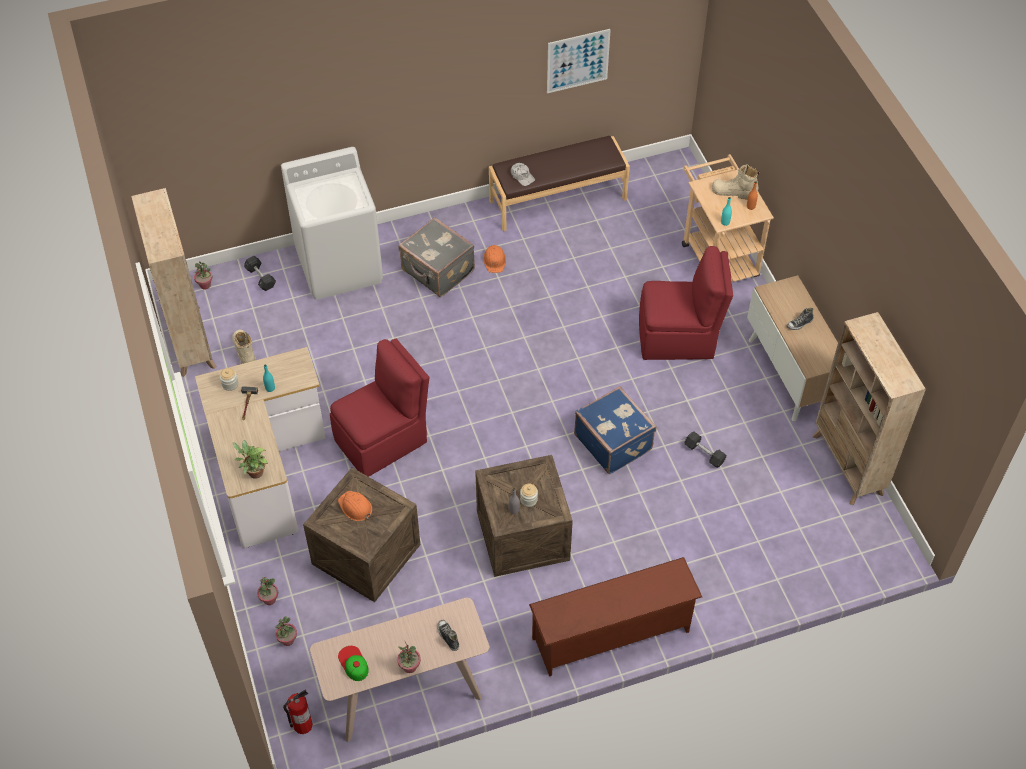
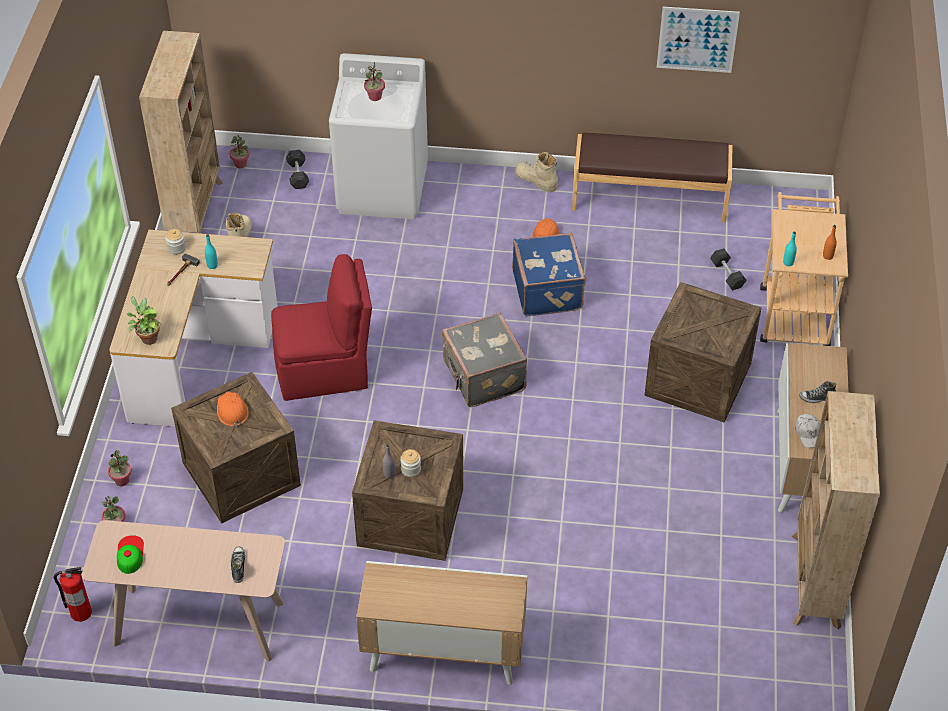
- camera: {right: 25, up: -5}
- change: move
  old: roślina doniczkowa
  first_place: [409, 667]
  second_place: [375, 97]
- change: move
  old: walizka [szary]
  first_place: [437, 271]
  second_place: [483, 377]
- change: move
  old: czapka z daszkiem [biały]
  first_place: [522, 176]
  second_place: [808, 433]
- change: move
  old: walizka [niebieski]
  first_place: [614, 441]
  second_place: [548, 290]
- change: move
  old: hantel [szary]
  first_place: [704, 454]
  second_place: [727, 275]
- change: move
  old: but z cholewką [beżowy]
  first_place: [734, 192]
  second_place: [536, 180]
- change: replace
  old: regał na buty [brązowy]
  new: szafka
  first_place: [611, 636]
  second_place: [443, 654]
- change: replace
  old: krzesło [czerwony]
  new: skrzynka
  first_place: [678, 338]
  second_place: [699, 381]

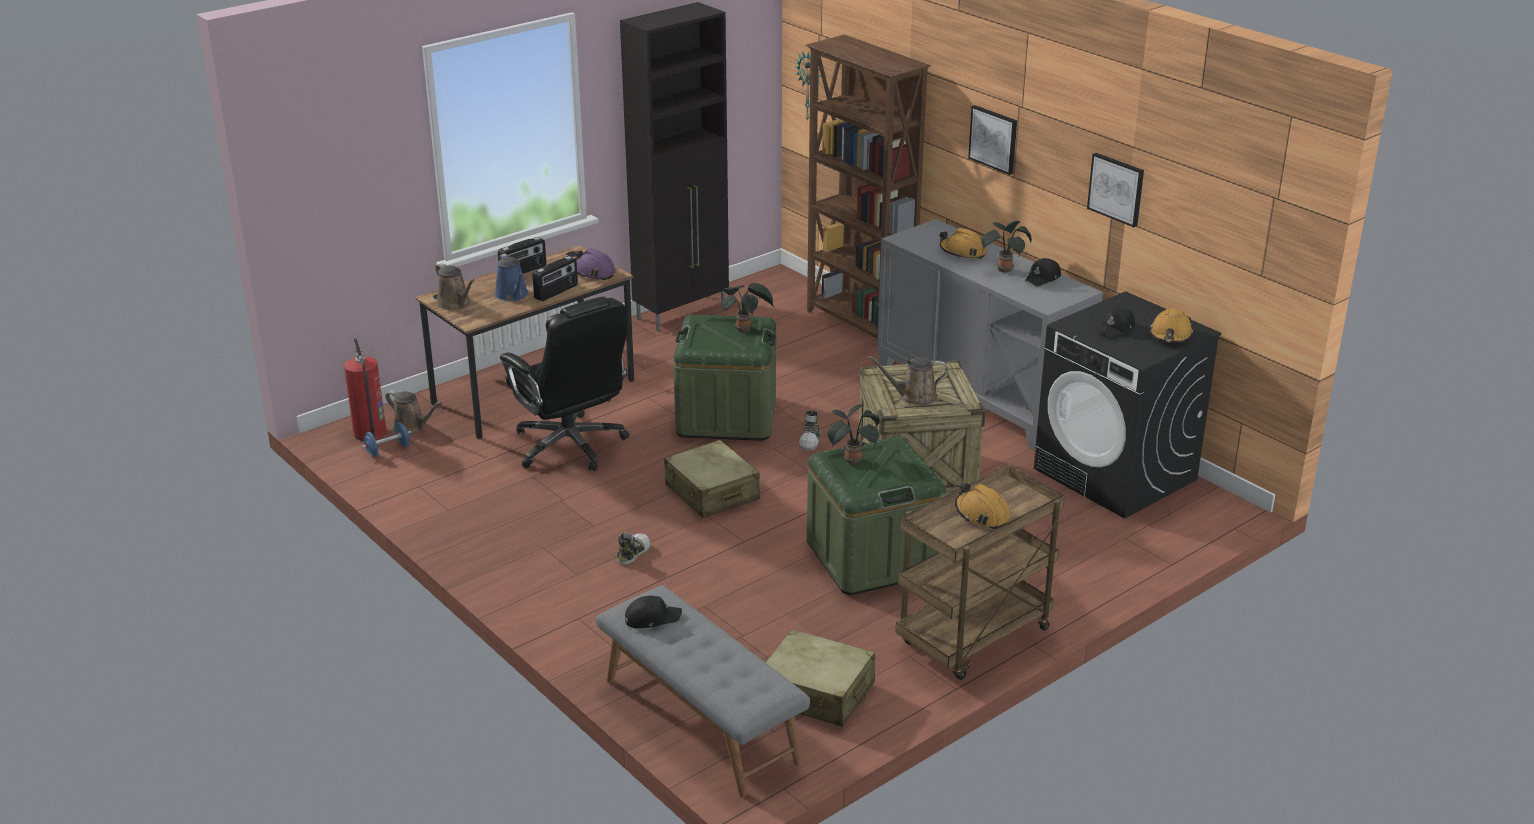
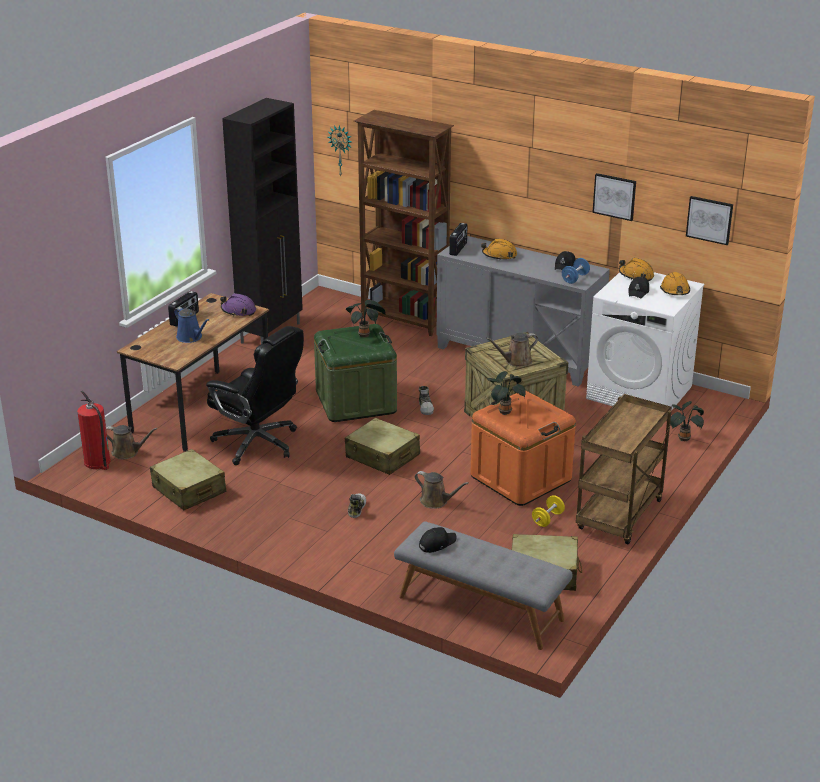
- camera: {right: -20, up: 0}
- change: insert
  new: walizka [beżowy]
  second_place: [189, 490]
- change: insert
  new: hantel [żółty]
  second_place: [547, 519]
- change: move
  old: hantel [niebieski]
  first_place: [388, 450]
  second_place: [575, 278]
- change: move
  old: konewka [brązowy]
  first_place: [455, 304]
  second_place: [436, 501]
- change: move
  old: radio
  first_place: [556, 292]
  second_place: [458, 249]
- change: move
  old: kask [pomarańczowy]
  first_place: [981, 514]
  second_place: [636, 275]
- change: move
  old: obraz
  first_place: [994, 139]
  second_place: [709, 219]
- change: move
  old: roślina doniczkowa
  first_place: [1004, 269]
  second_place: [683, 438]
- change: recolor
  old: pojemnik do przechowywania [zielony]
  new: pojemnik do przechowywania [pomarańczowy]
  first_place: [872, 558]
  second_place: [521, 478]
- change: recolor
  old: pralka [czarny]
  new: pralka [biały]
  first_place: [1116, 474]
  second_place: [640, 392]

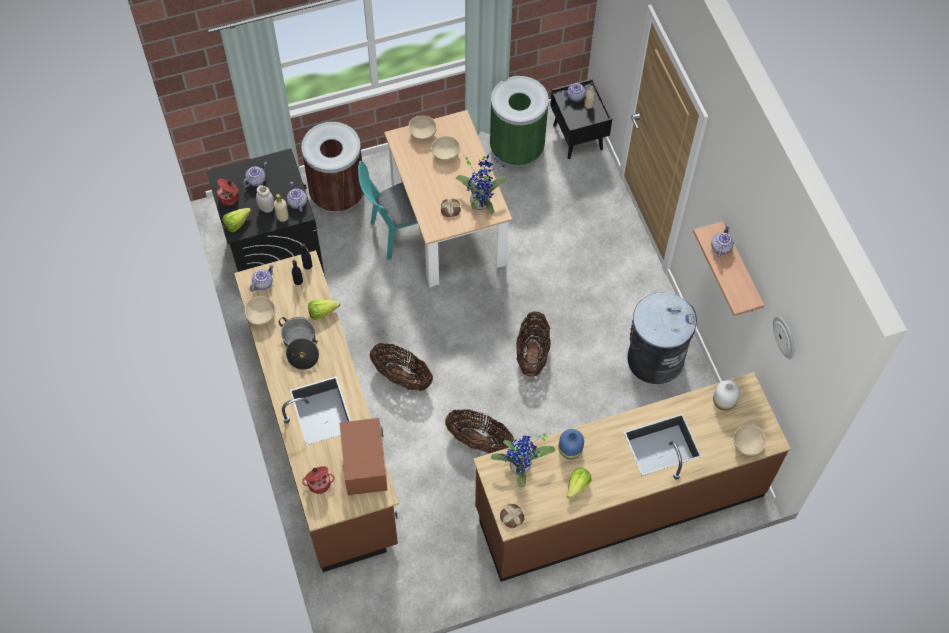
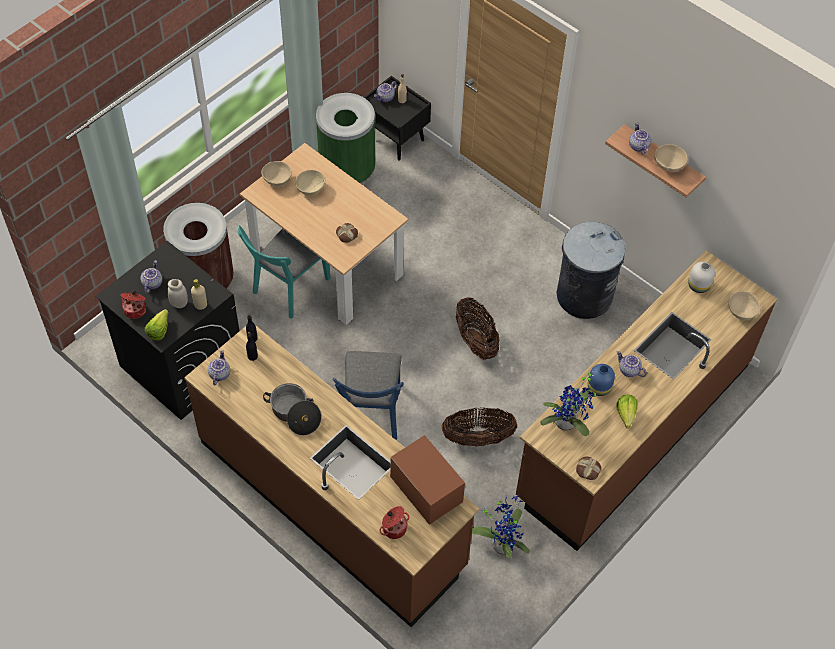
- camera: {right: -30, up: -5}
- change: delete
  old: sałata
  first_place: [325, 312]
- change: delete
  old: zegar ścienny
  first_place: [785, 336]
- change: move
  old: miska [beżowy]
  first_place: [261, 316]
  second_place: [669, 165]
- change: move
  old: imbryk
  first_place: [297, 202]
  second_place: [628, 370]
- change: move
  old: roślina doniczkowa
  first_place: [481, 201]
  second_place: [502, 543]
- change: replace
  old: koszyk
  new: krzesło [niebieski]
  first_place: [402, 376]
  second_place: [371, 415]

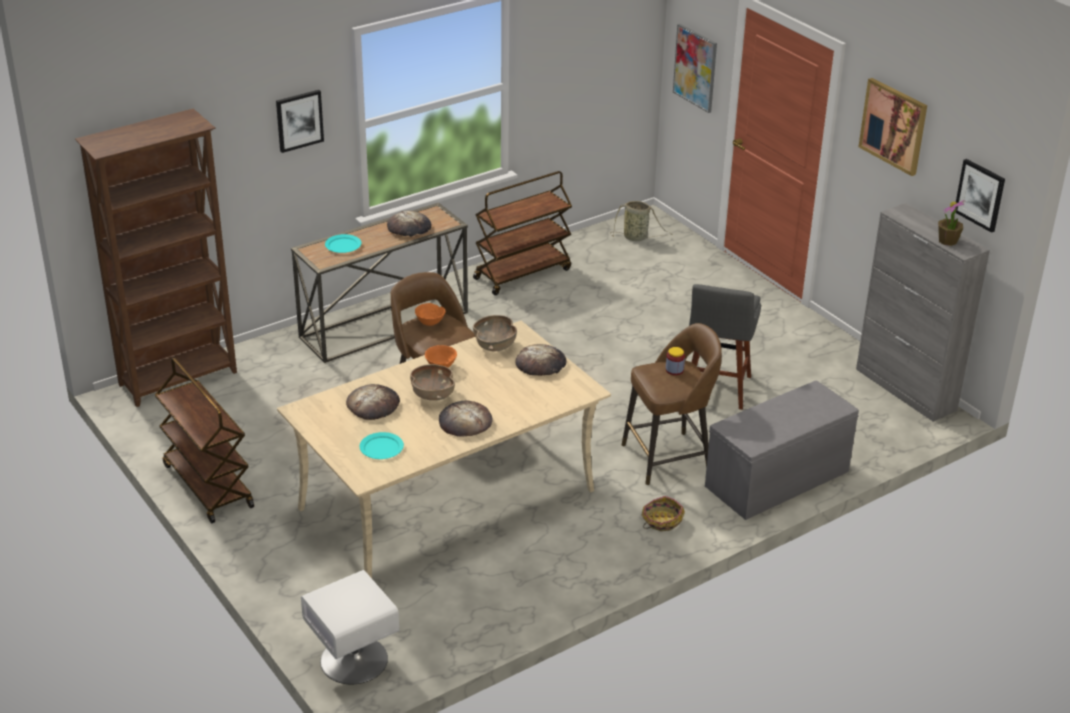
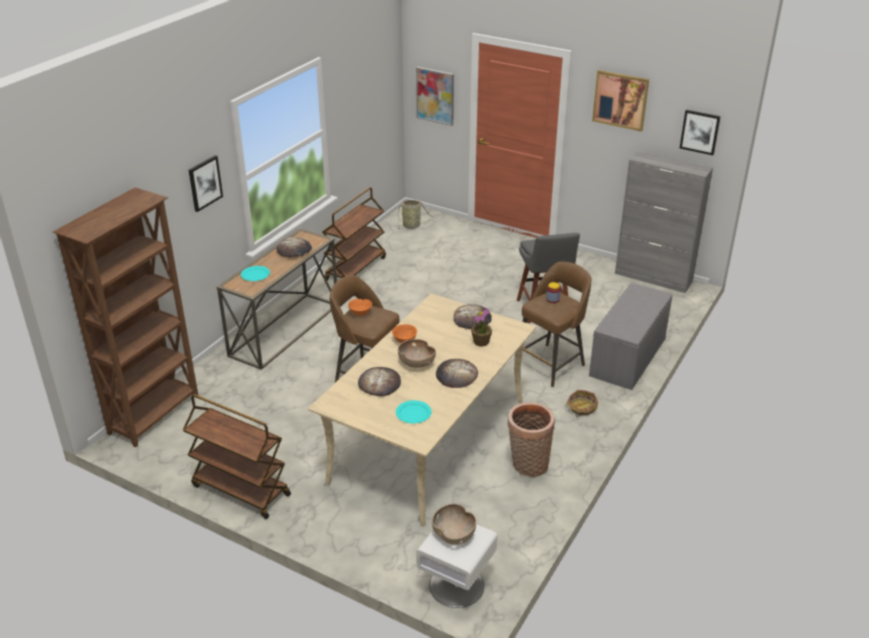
- camera: {right: -25, up: 0}
- change: insert
  new: koszyk
  second_place: [527, 465]
- change: move
  old: miska [brązowy]
  first_place: [495, 345]
  second_place: [454, 534]
- change: move
  old: roślina doniczkowa
  first_place: [947, 241]
  second_place: [481, 342]

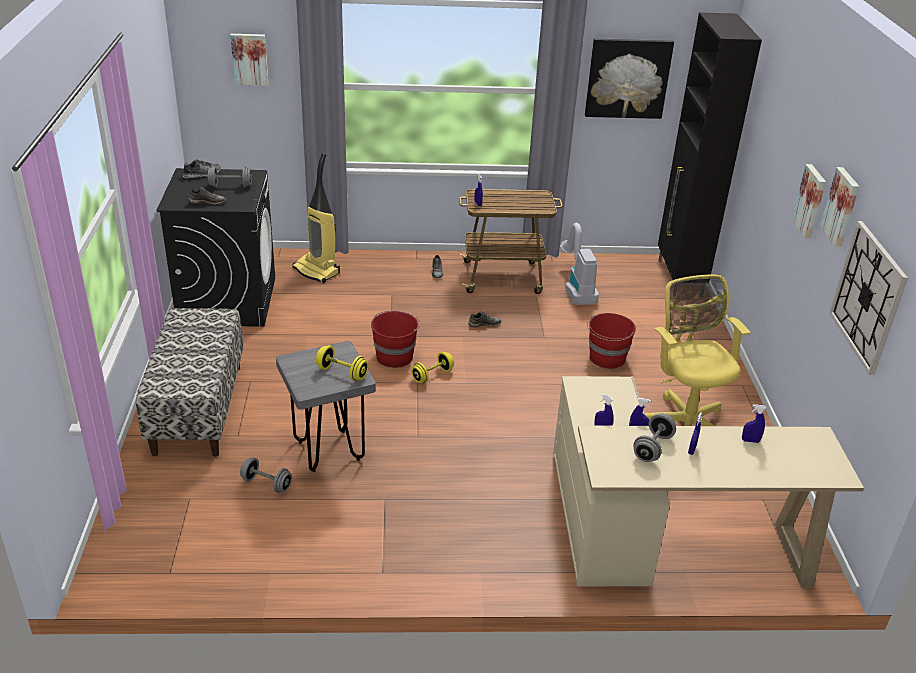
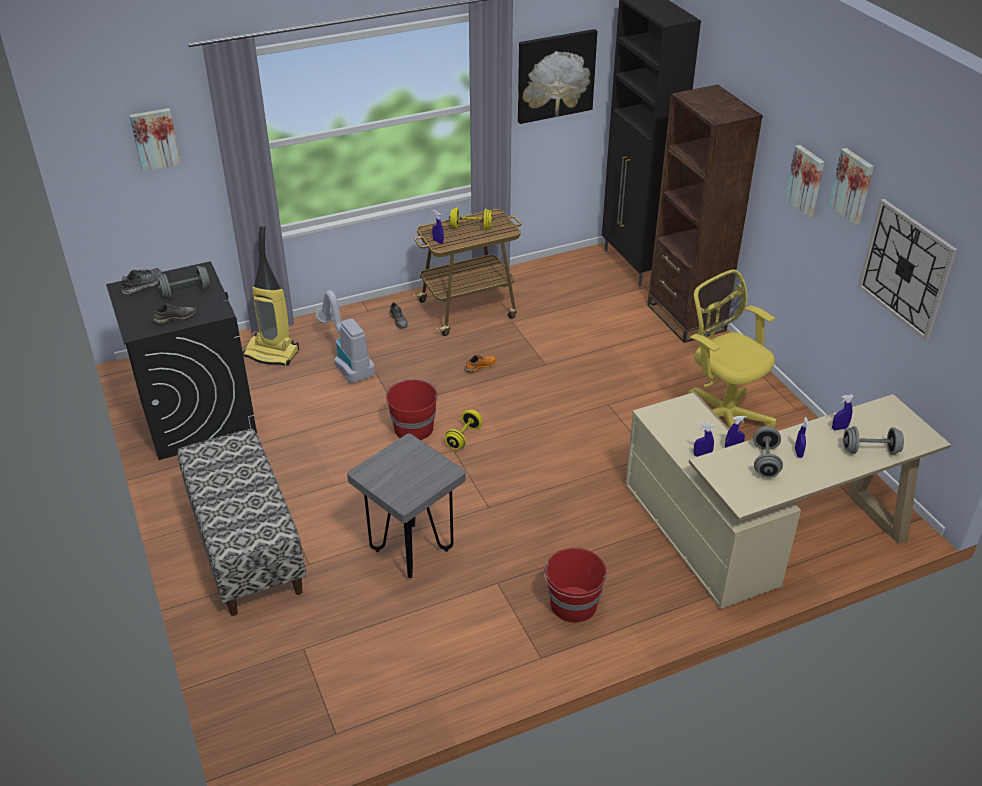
- camera: {right: -20, up: 5}
- change: insert
  new: regał [brązowy]
  second_place: [686, 318]
- change: move
  old: hantel [szary]
  first_place: [266, 484]
  second_place: [870, 450]
- change: move
  old: hantel [żółty]
  first_place: [342, 373]
  second_place: [471, 227]
- change: move
  old: odkurzacz
  first_place: [576, 289]
  second_place: [347, 361]
- change: move
  old: wiadro [czerwony]
  first_place: [607, 358]
  second_place: [573, 605]
- change: recolor
  old: but [szary]
  new: but [pomarańczowy]
  first_place: [484, 324]
  second_place: [480, 366]

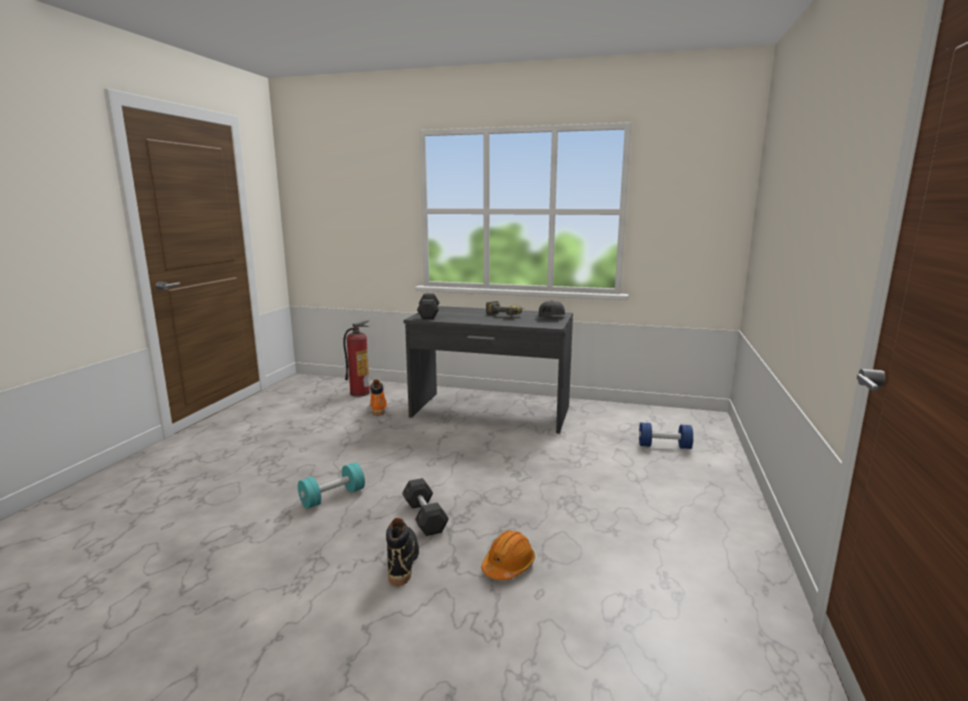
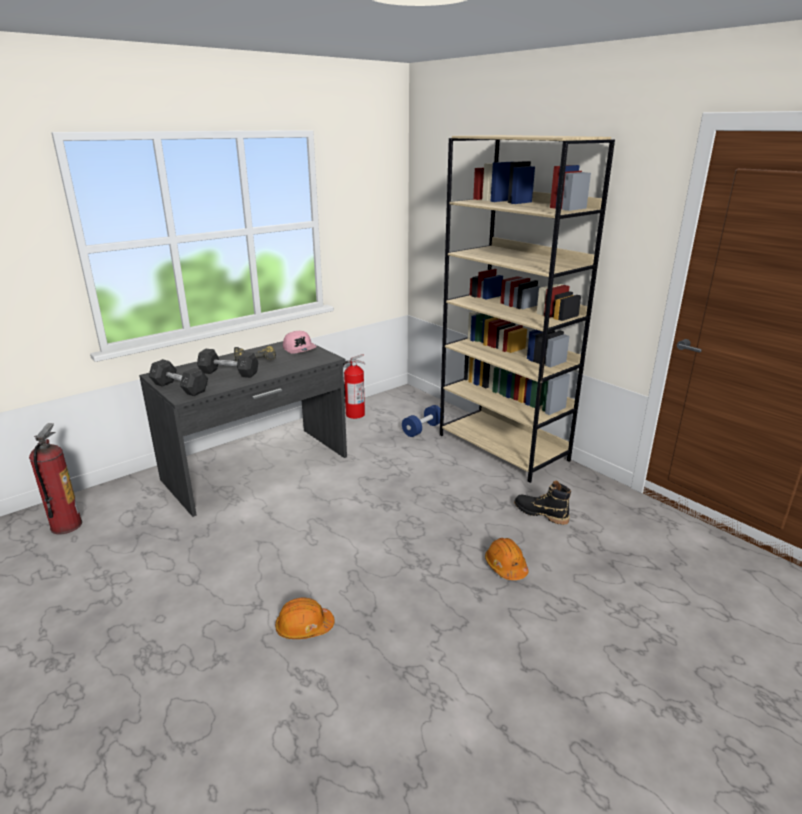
- camera: {right: -55, up: 10}
- change: delete
  old: but z cholewką [pomarańczowy]
  first_place: [378, 408]
- change: insert
  new: gaśnica
  second_place: [354, 414]
- change: insert
  new: regał [beżowy]
  second_place: [503, 447]
- change: move
  old: but z cholewką [czarny]
  first_place: [402, 561]
  second_place: [540, 513]
- change: move
  old: hantel [szary]
  first_place: [424, 517]
  second_place: [229, 373]
- change: replace
  old: hantel [turkusowy]
  new: kask [pomarańczowy]
  first_place: [332, 497]
  second_place: [304, 627]
- change: recolor
  old: czapka z daszkiem [szary]
  new: czapka z daszkiem [różowy]
  first_place: [550, 317]
  second_place: [300, 349]

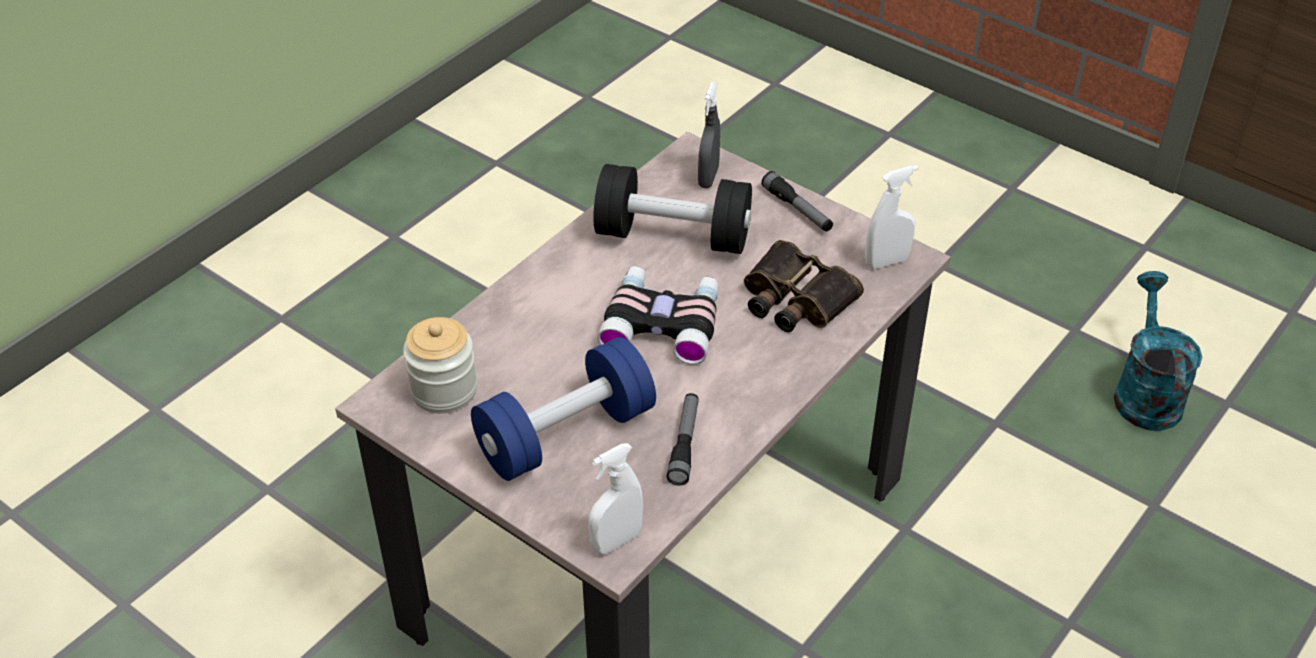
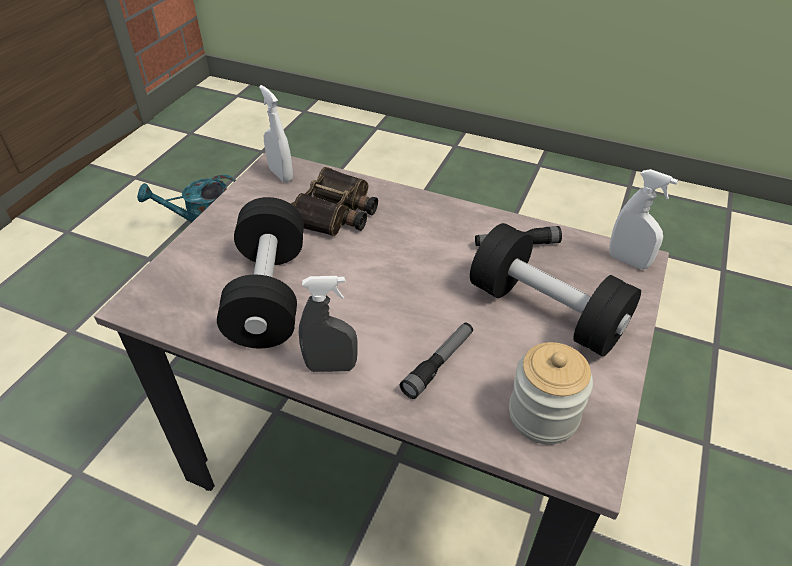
- camera: {right: -105, up: 0}
- change: delete
  old: lornetka
  first_place: [662, 322]
- change: move
  old: spryskiwacz [szary]
  first_place: [708, 177]
  second_place: [331, 367]
- change: move
  old: latarka
  first_place: [797, 209]
  second_place: [438, 364]
- change: recolor
  old: hantel [niebieski]
  new: hantel [czarny]
  first_place: [565, 434]
  second_place: [546, 312]

